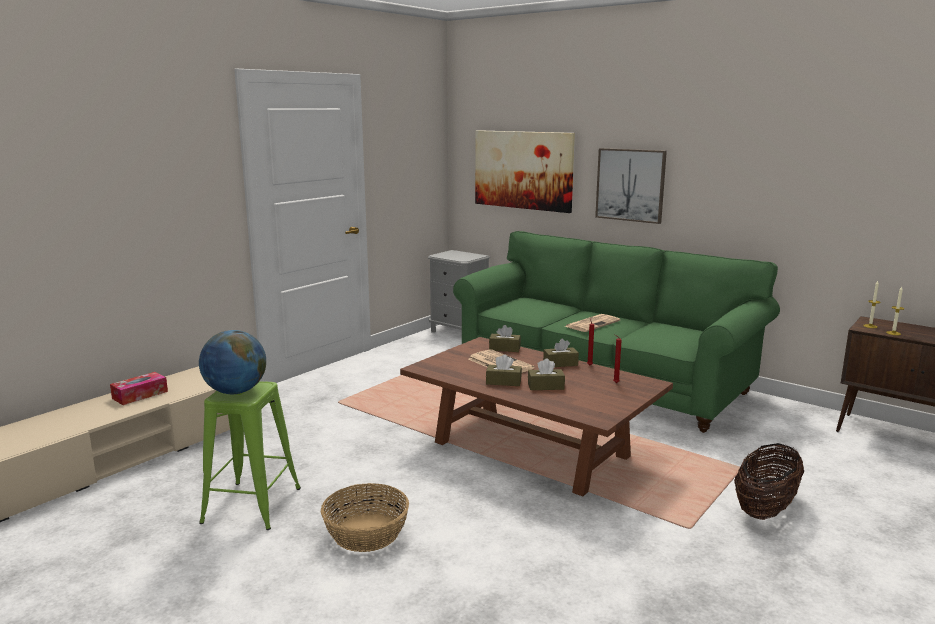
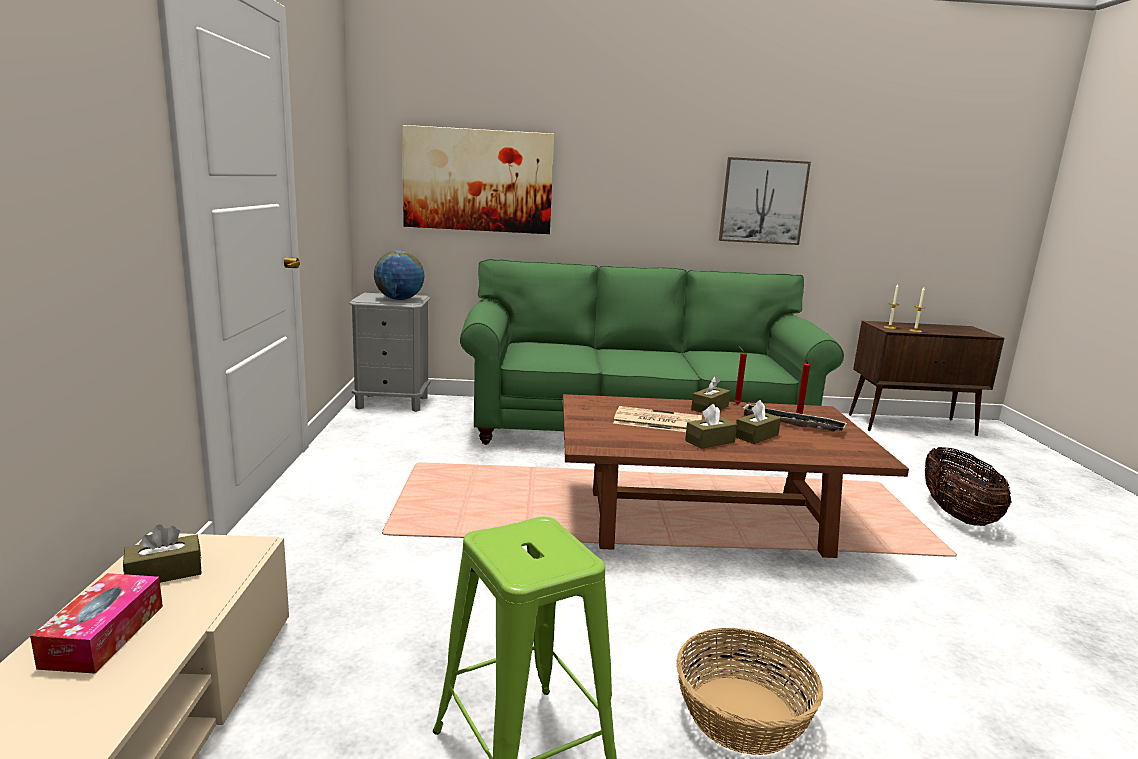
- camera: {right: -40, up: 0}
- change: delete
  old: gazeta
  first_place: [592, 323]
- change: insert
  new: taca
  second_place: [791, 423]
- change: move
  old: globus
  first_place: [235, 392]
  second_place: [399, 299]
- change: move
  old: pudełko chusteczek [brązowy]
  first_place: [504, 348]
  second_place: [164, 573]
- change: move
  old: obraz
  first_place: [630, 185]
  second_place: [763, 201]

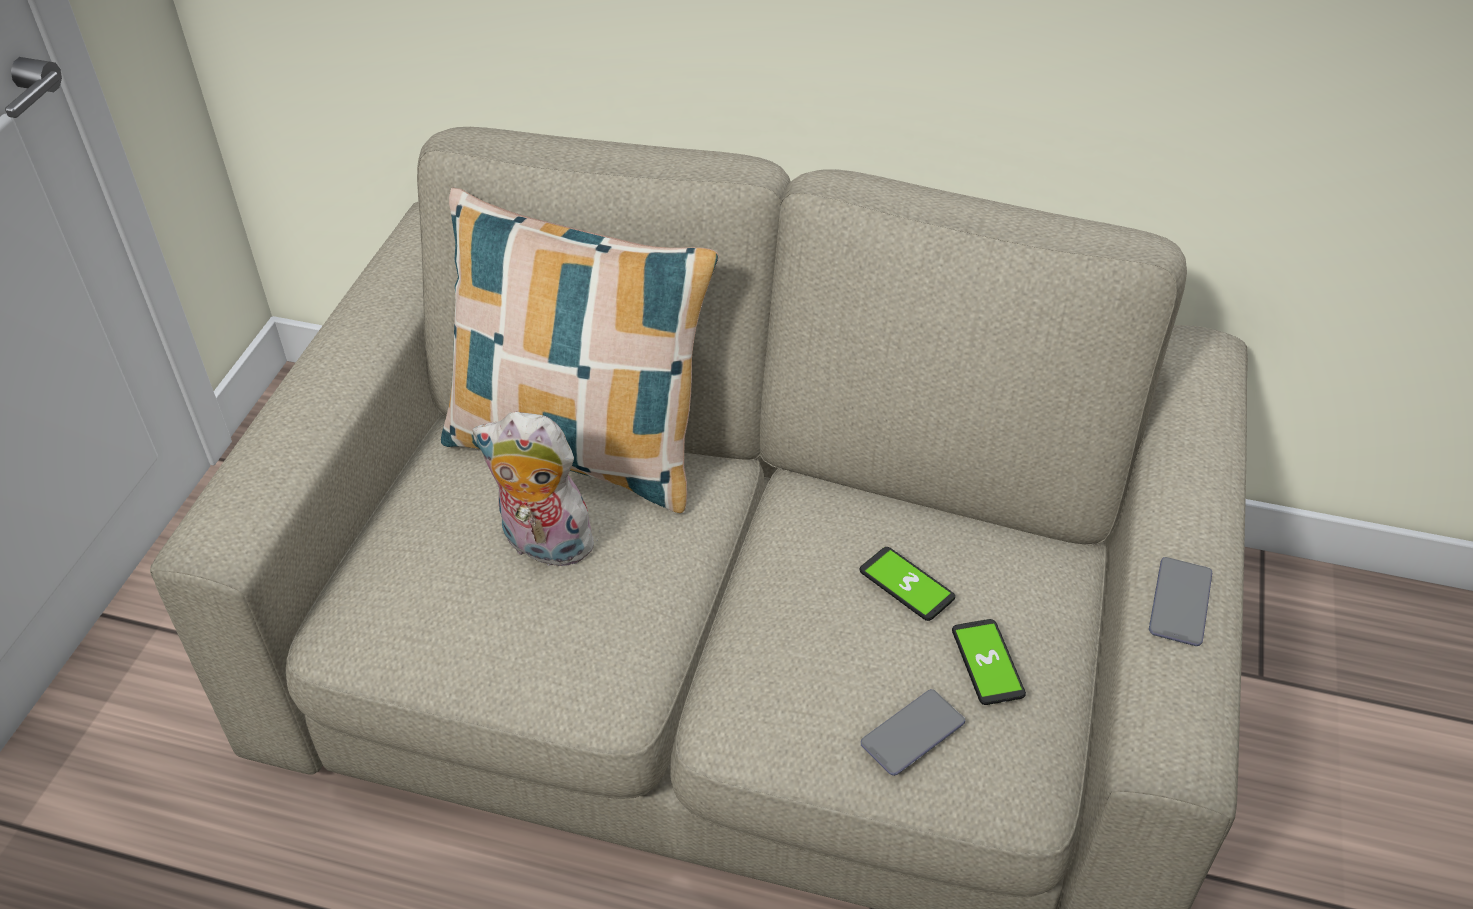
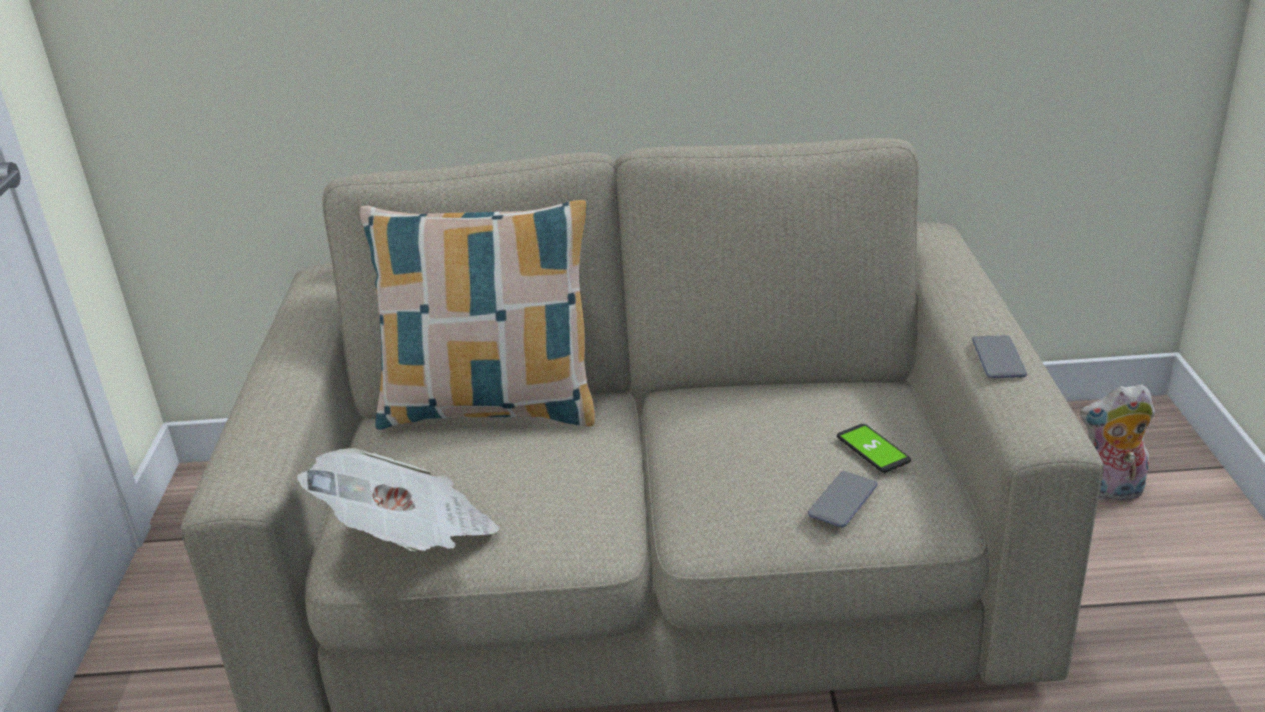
- camera: {right: -15, up: -15}
- change: delete
  old: telefon
  first_place: [906, 585]
- change: insert
  new: gazeta
  second_place: [410, 537]
- change: move
  old: pluszak
  first_place: [542, 545]
  second_place: [1109, 492]

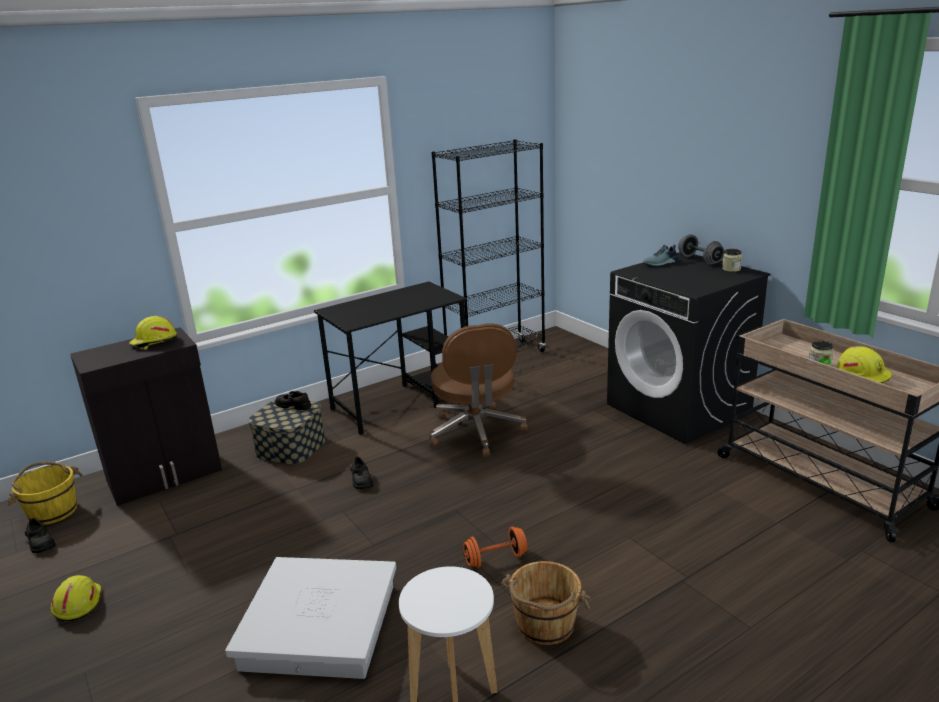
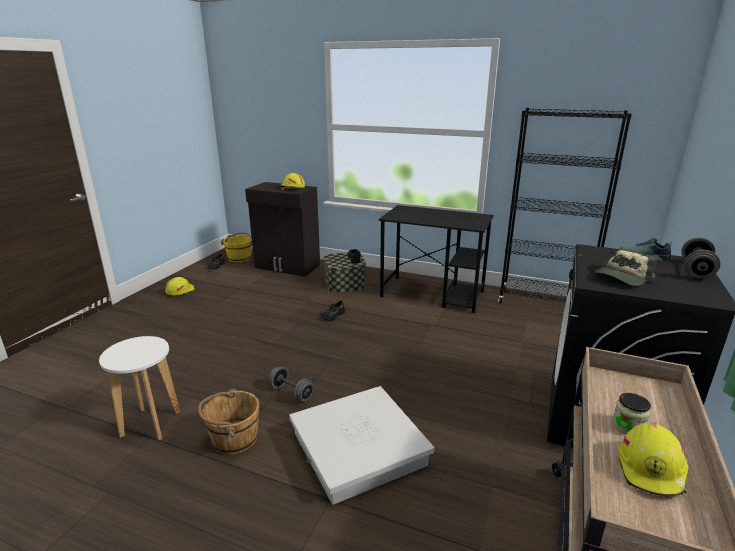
- camera: {right: 55, up: 0}
- change: delete
  old: krzesło biurowe [brązowy]
  first_place: [476, 432]
- change: delete
  old: słoik
  first_place: [731, 269]
- change: insert
  new: czapka z daszkiem
  second_place: [623, 277]
- change: move
  old: pojemnik do przechowywania [biały]
  first_place: [319, 626]
  second_place: [358, 448]
- change: recolor
  old: hantel [pomarańczowy]
  new: hantel [szary]
  first_place: [495, 559]
  second_place: [291, 393]

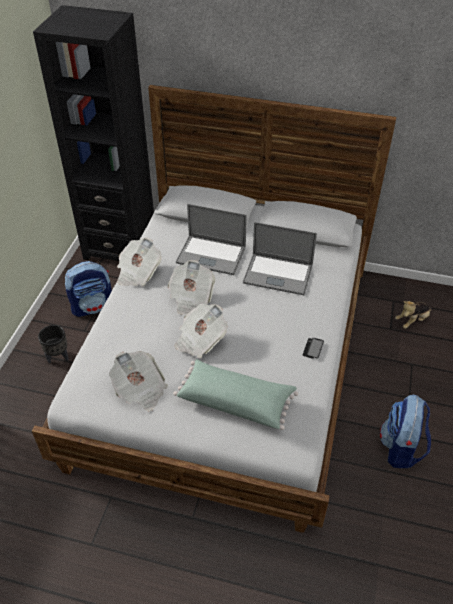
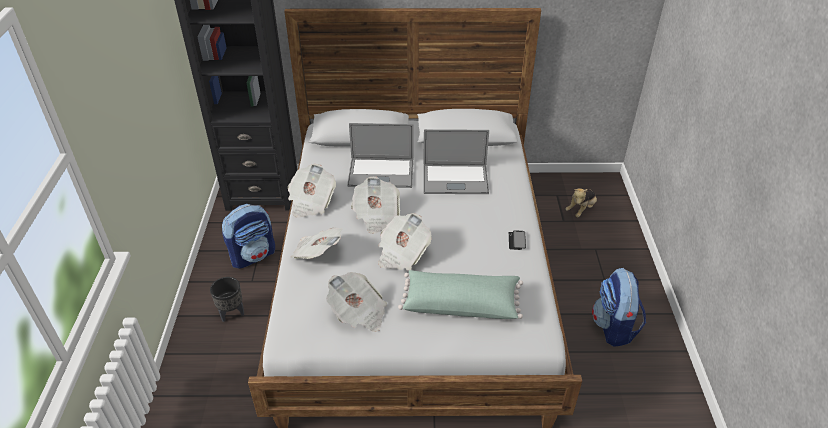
- camera: {right: -15, up: -5}
- change: insert
  new: gazeta
  second_place: [317, 253]

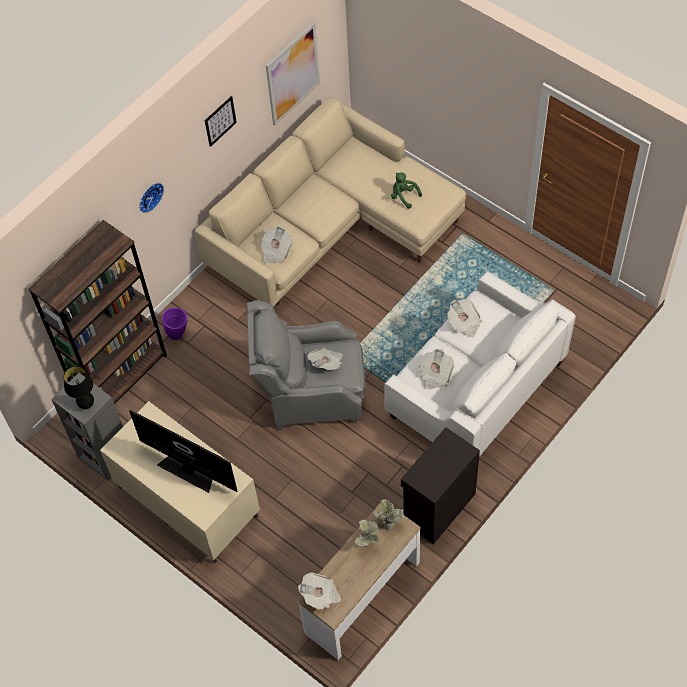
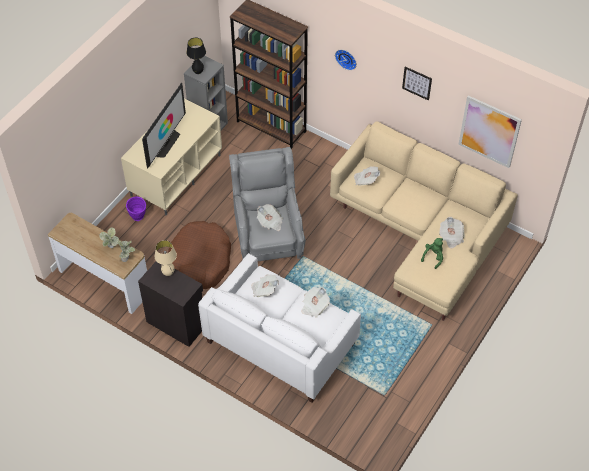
- camera: {right: 80, up: -5}
- change: insert
  new: lampa stołowa [beżowy]
  second_place: [168, 273]
- change: insert
  new: legowisko [brązowy]
  second_place: [200, 261]
- change: move
  old: wazon [fioletowy]
  first_place: [178, 333]
  second_place: [138, 218]
- change: move
  old: gazeta
  first_place: [320, 595]
  second_place: [451, 237]

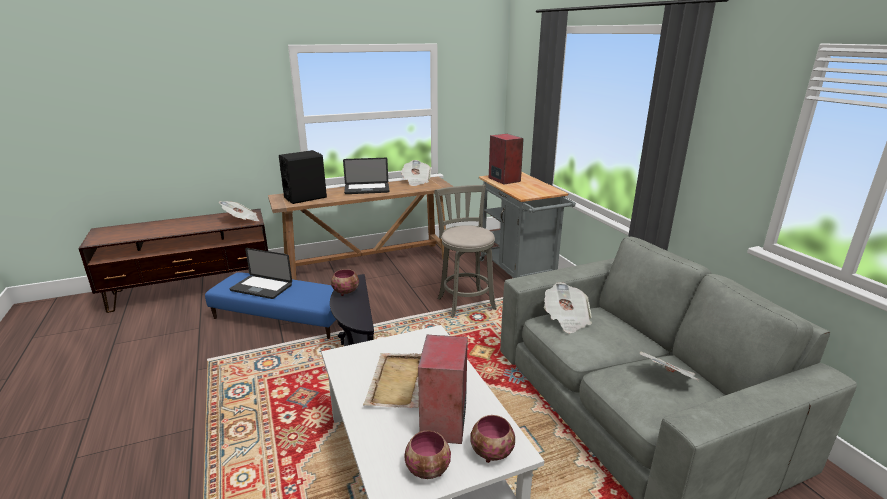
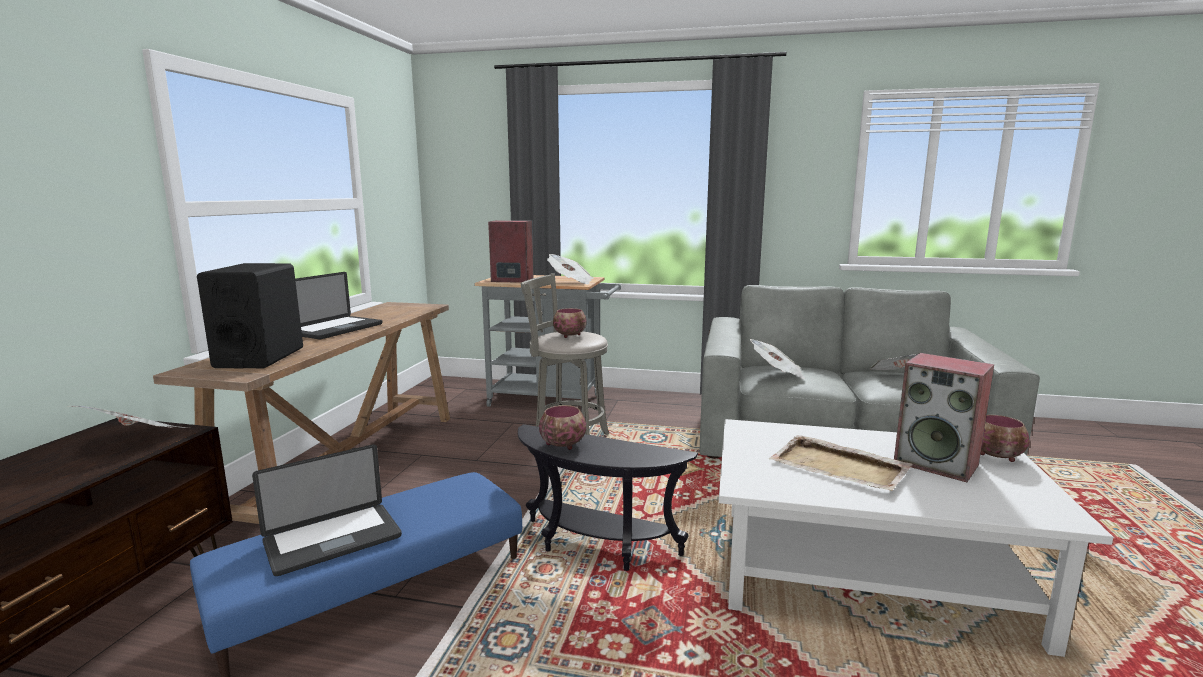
- camera: {right: -55, up: -10}
- change: move
  old: gazeta
  first_place: [416, 181]
  second_place: [571, 282]
- change: move
  old: miska
  first_place: [429, 470]
  second_place: [570, 336]

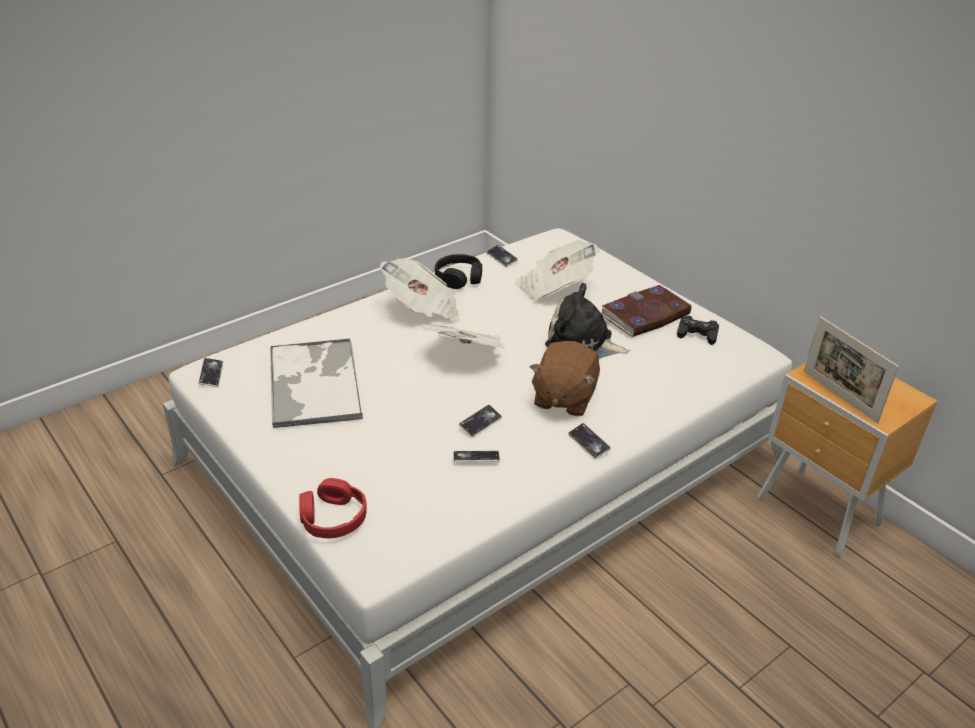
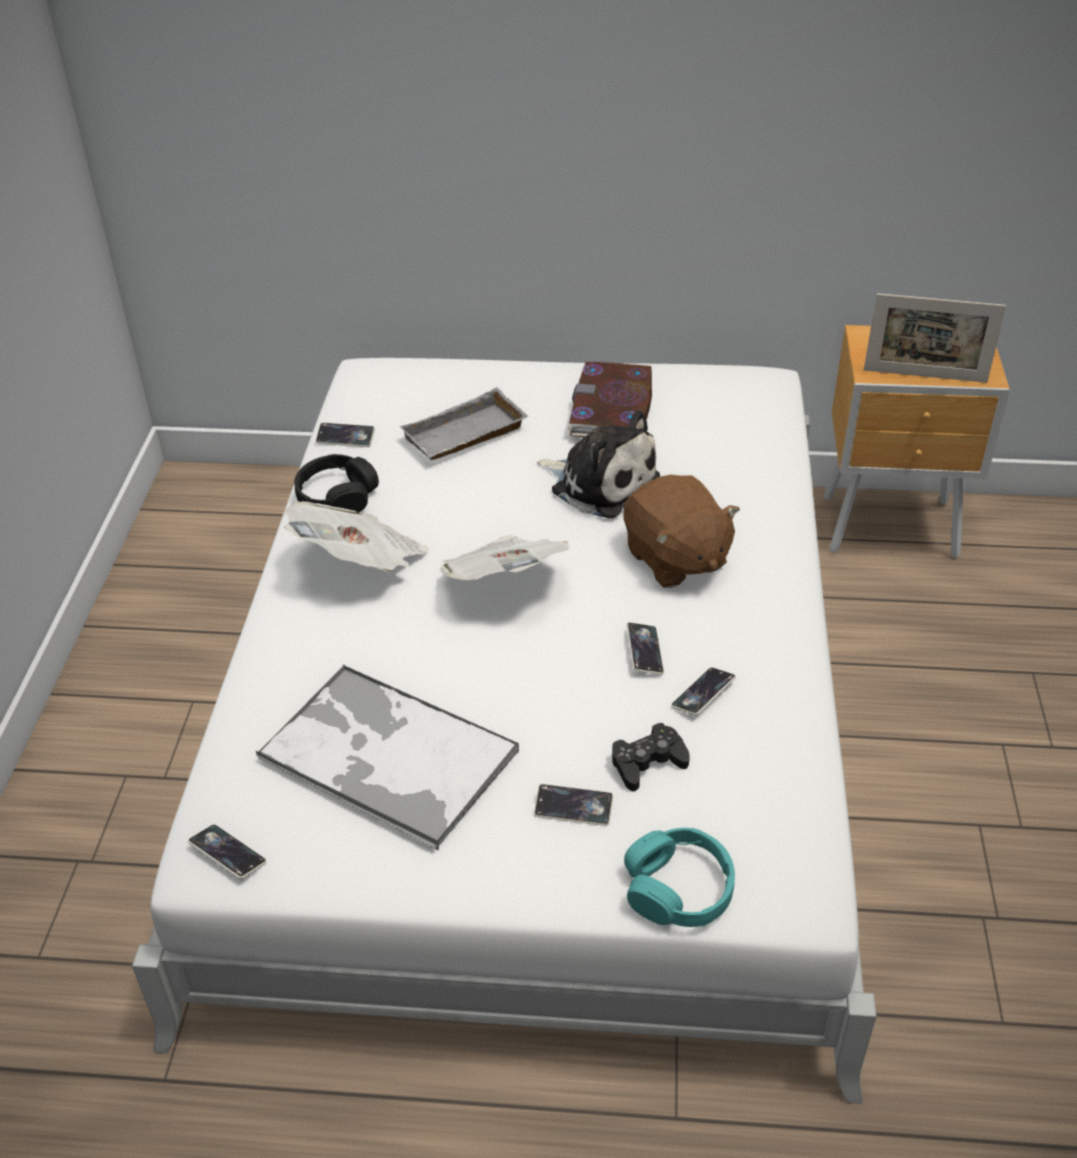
- camera: {right: -45, up: 5}
- change: move
  old: telefon
  first_place: [588, 443]
  second_place: [573, 808]
- change: move
  old: pad do gier [czarny]
  first_place: [697, 334]
  second_place: [648, 763]
- change: replace
  old: gazeta
  new: taca [szary]
  first_place: [554, 287]
  second_place: [465, 436]
- change: recolor
  old: słuchawki [czerwony]
  new: słuchawki [turkusowy]
  first_place: [333, 518]
  second_place: [678, 889]
- change: rotate
  old: pluszak
  first_place: [583, 343]
  second_place: [600, 483]
  degrees: -120

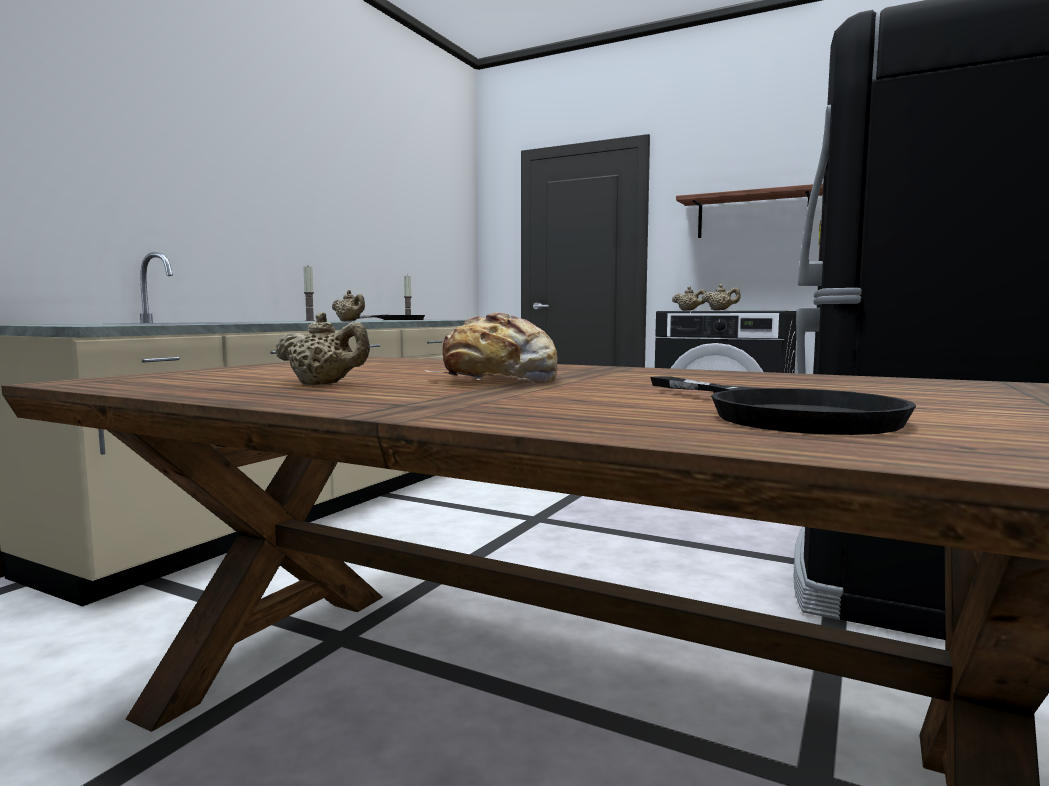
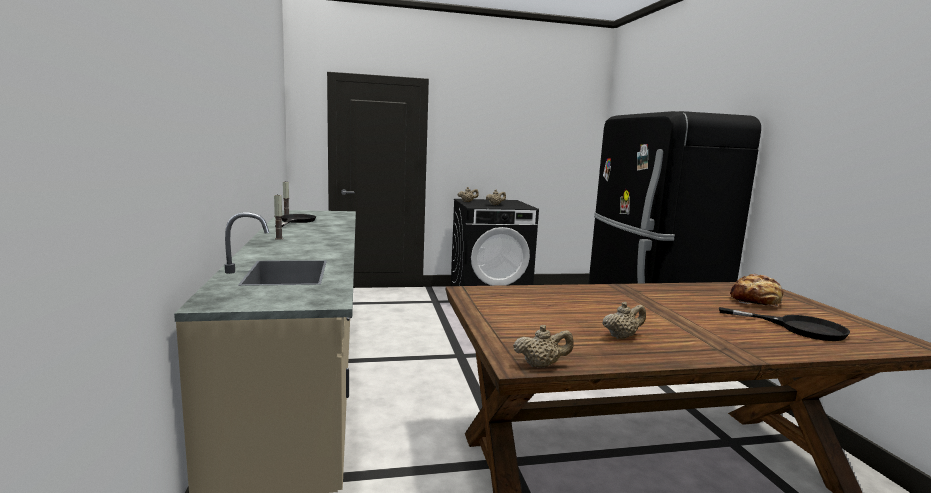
- camera: {right: -40, up: 5}
- change: delete
  old: półka
  first_place: [752, 215]
- change: move
  old: imbryk [beżowy]
  first_place: [349, 321]
  second_place: [541, 365]
- change: move
  old: chleb
  first_place: [499, 381]
  second_place: [755, 302]

